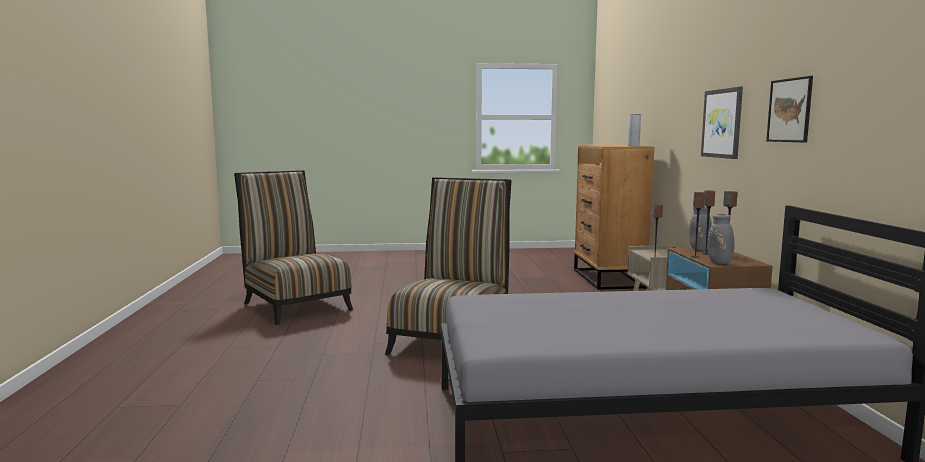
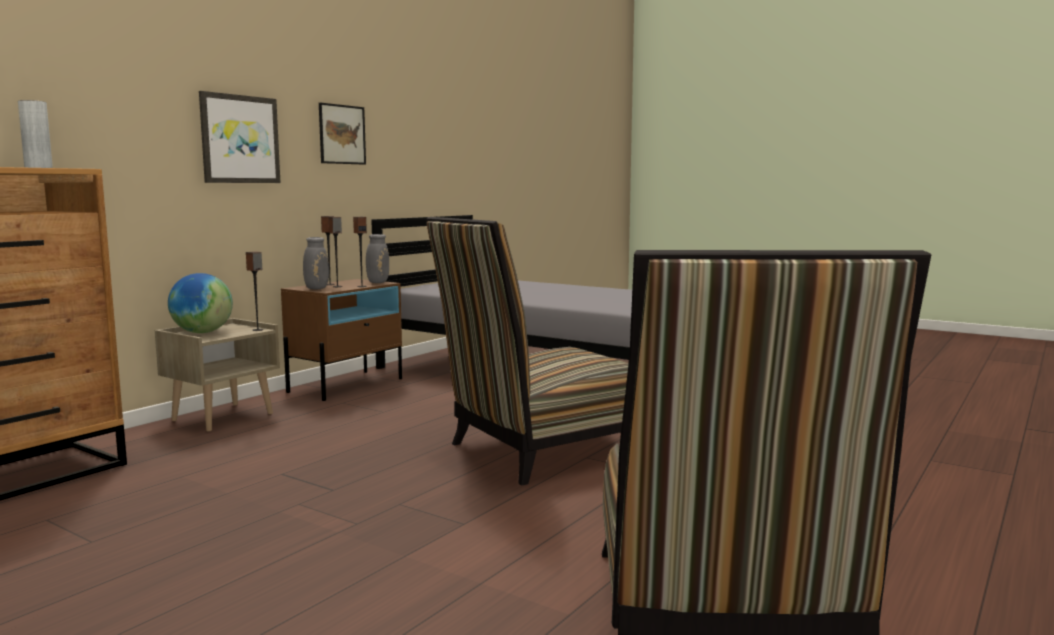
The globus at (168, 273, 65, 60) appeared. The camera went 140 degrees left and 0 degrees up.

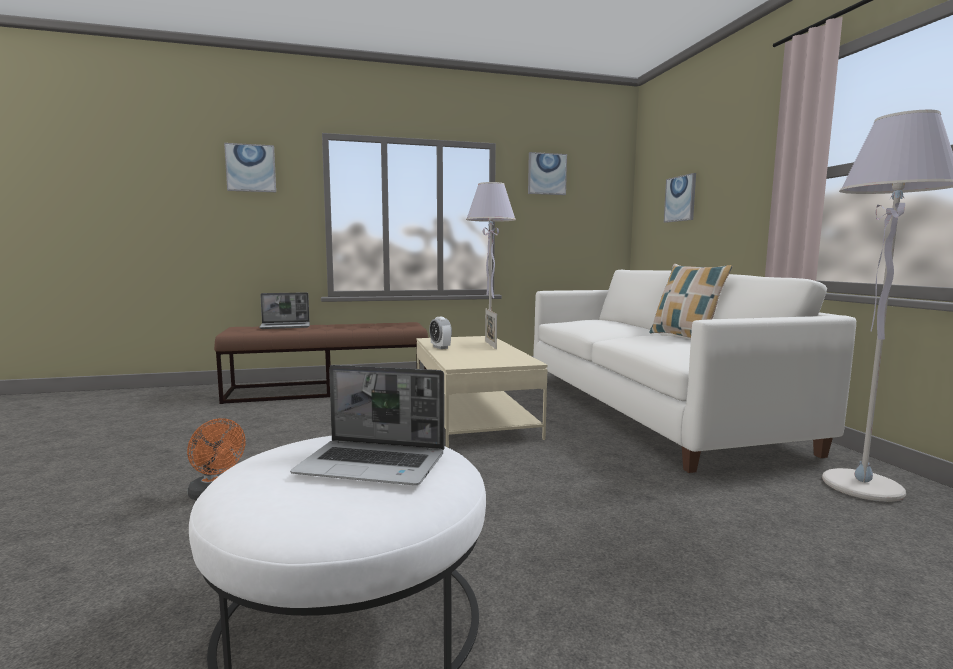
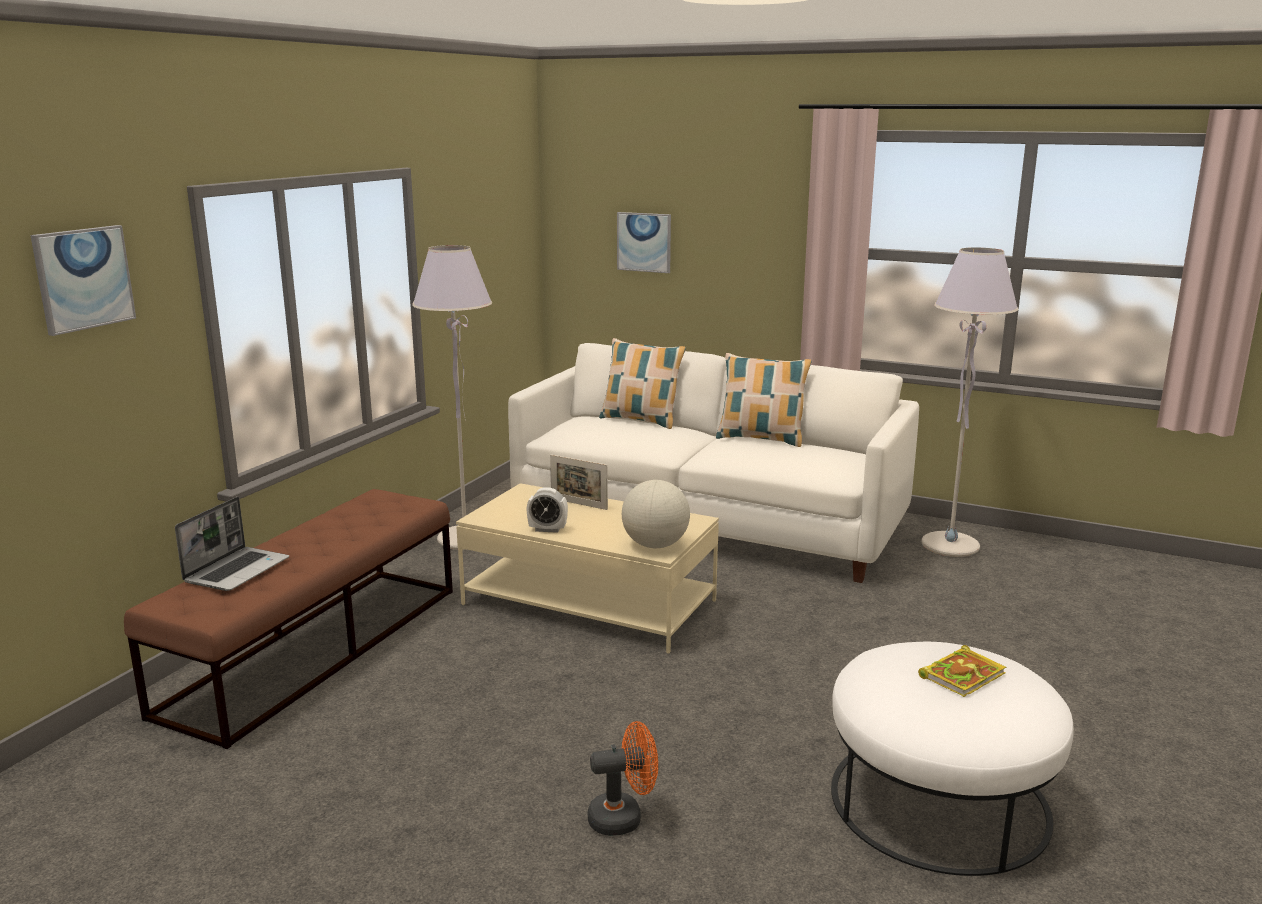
The obraz at (528, 152, 39, 43) disappeared. The poduszka at (599, 338, 87, 91) appeared. The globus at (622, 480, 68, 68) appeared. The laptop at (290, 365, 154, 120) was replaced by the książka at (918, 645, 89, 52). The camera went 50 degrees left and 10 degrees up.

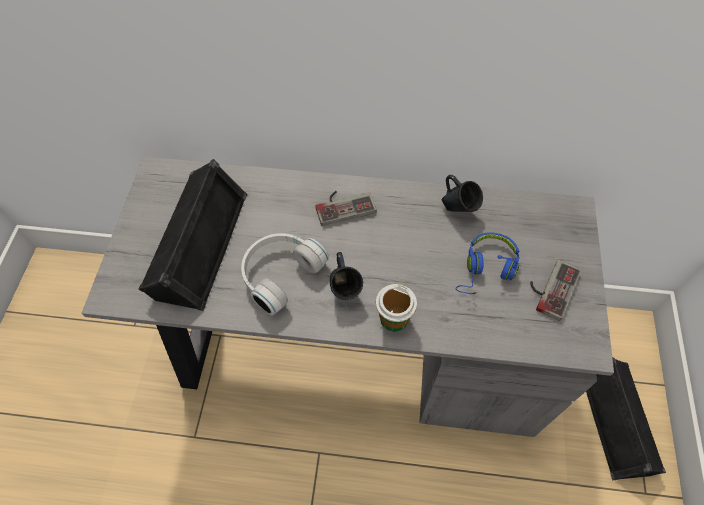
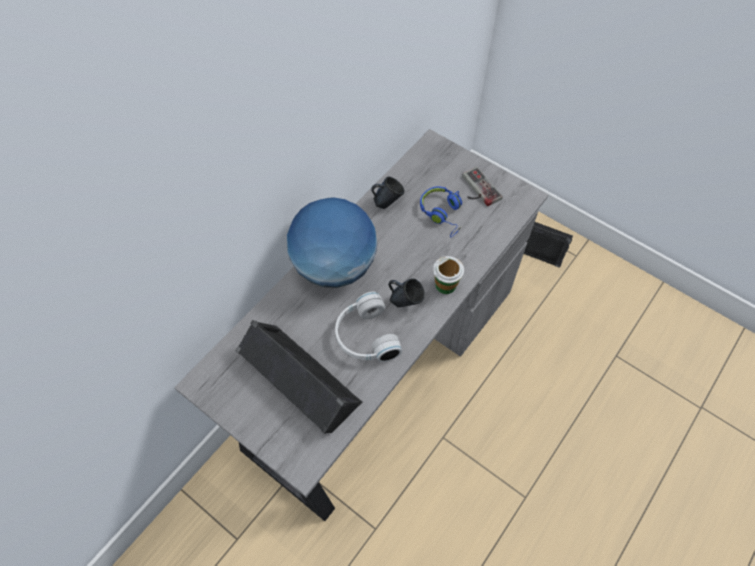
The pad do gier at (316, 191, 61, 35) was replaced by the globus at (287, 197, 90, 91). The camera went 60 degrees left and 0 degrees up.

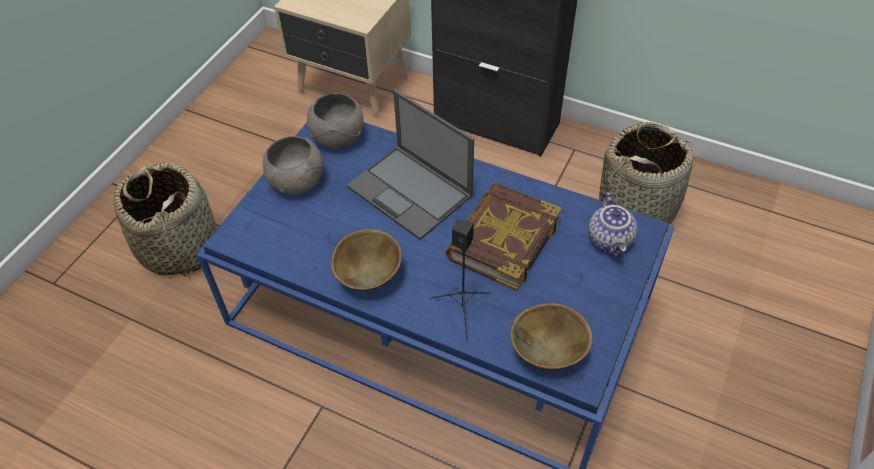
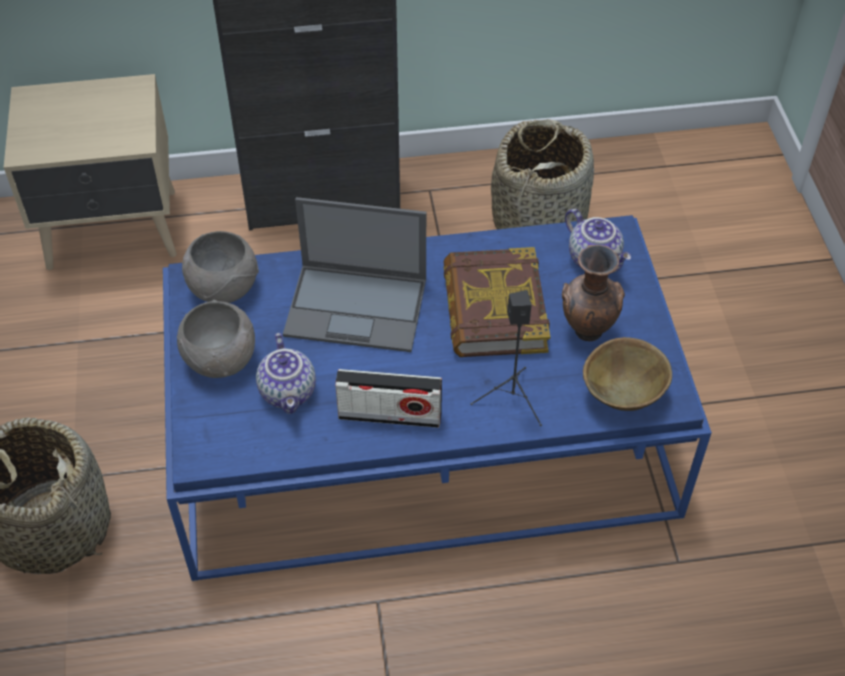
The imbryk at (256, 333, 60, 81) appeared. The wazon [brązowy] at (562, 245, 63, 96) appeared. The miska [brązowy] at (331, 229, 71, 62) was replaced by the radio at (335, 369, 107, 59). The camera went 35 degrees left and 0 degrees up.

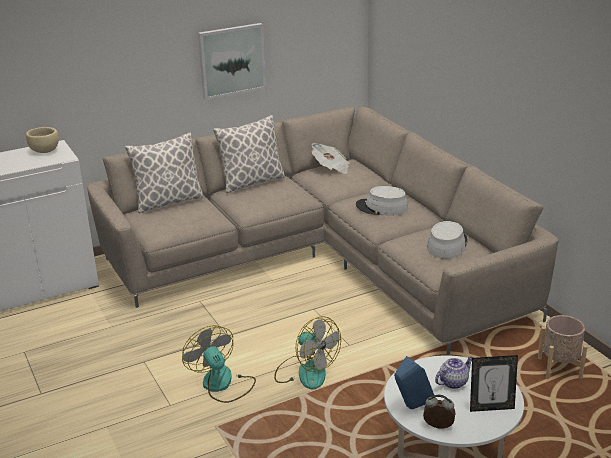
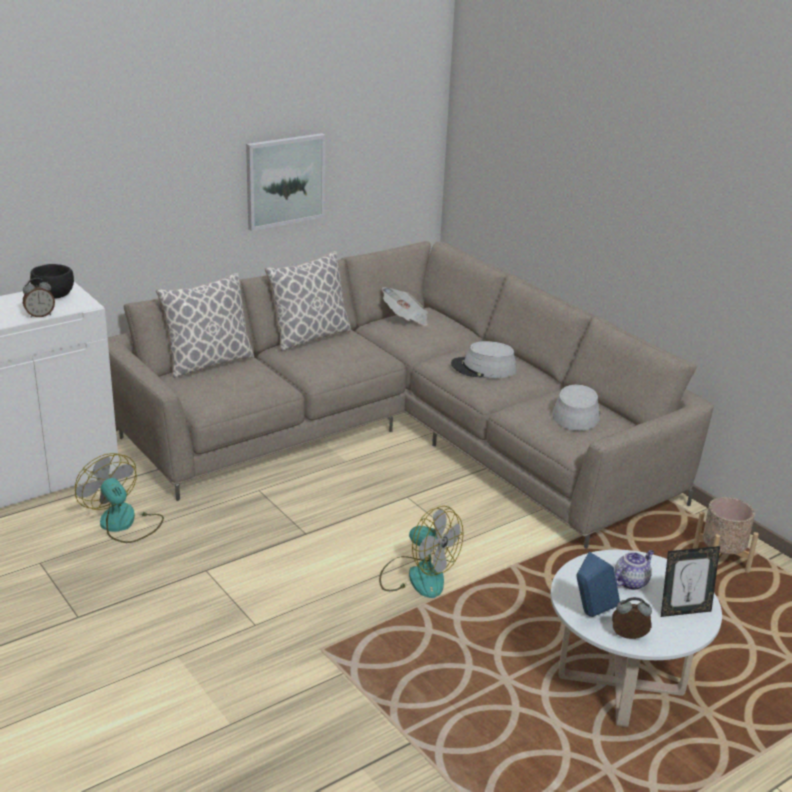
The budzik at (23, 278, 32, 40) appeared. The wentylator moved from (182, 325, 74, 78) to (75, 453, 89, 90). The miska [beżowy] at (26, 127, 33, 26) became the miska [czarny] at (30, 264, 44, 35). The camera went 10 degrees left and 0 degrees up.

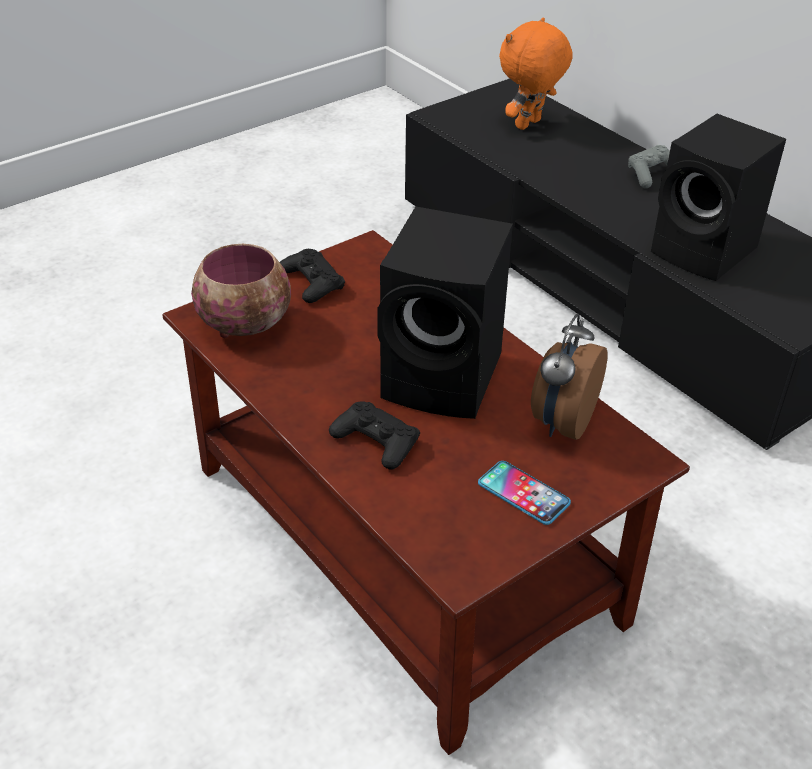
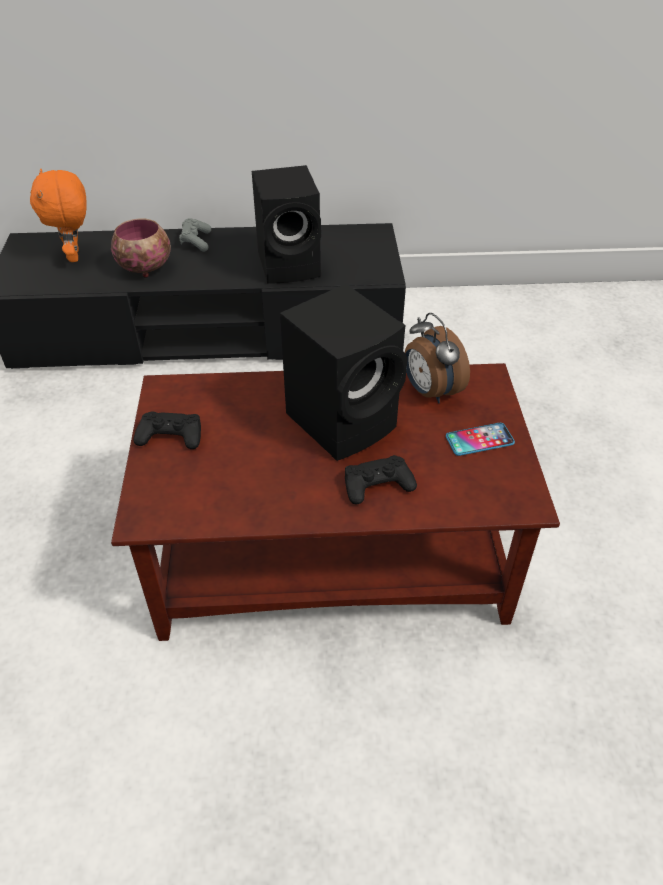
The miska moved from (191, 244, 100, 94) to (111, 218, 60, 60). The camera went 55 degrees left and 5 degrees up.

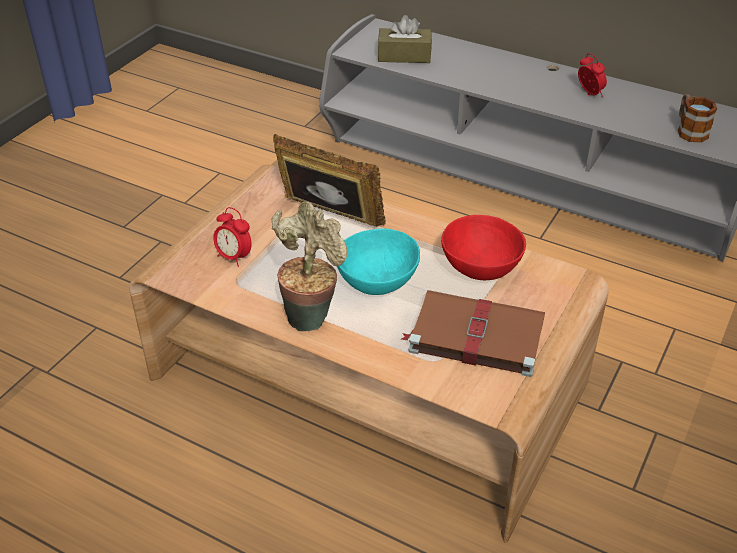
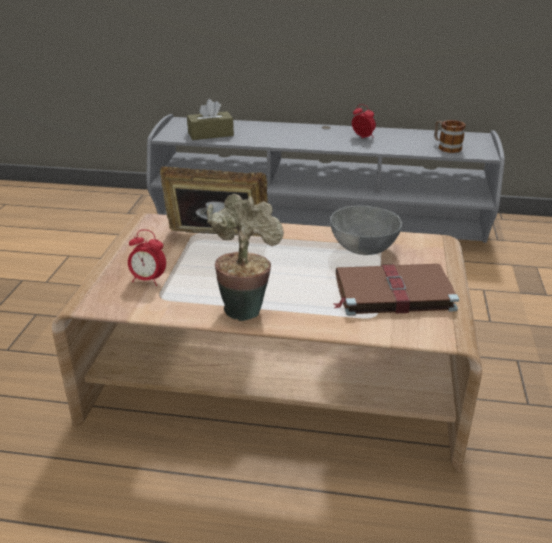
The miska [turkusowy] at (337, 229, 83, 66) disappeared. The miska [czerwony] at (441, 215, 85, 65) became the miska [szary] at (330, 206, 72, 49). The camera went 20 degrees left and 10 degrees down.

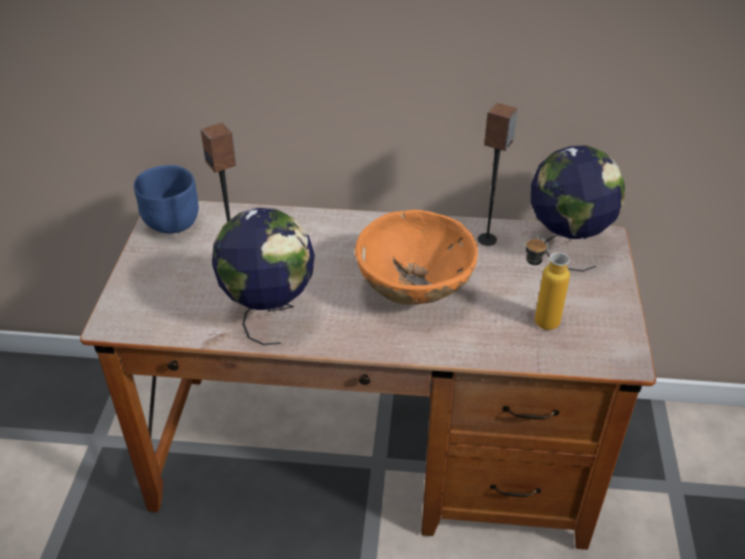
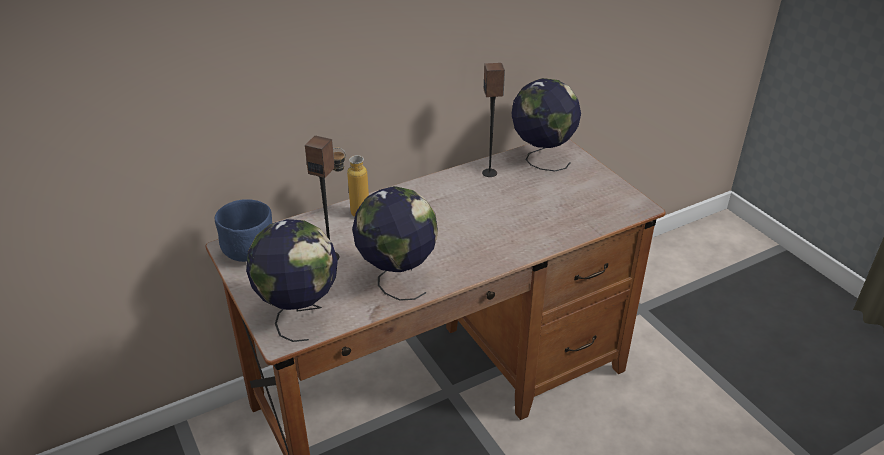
The miska [pomarańczowy] at (355, 210, 123, 95) disappeared. The globus at (246, 219, 92, 123) appeared. The butelka moved from (525, 235, 45, 95) to (333, 148, 36, 69). The camera went 35 degrees left and 5 degrees down.

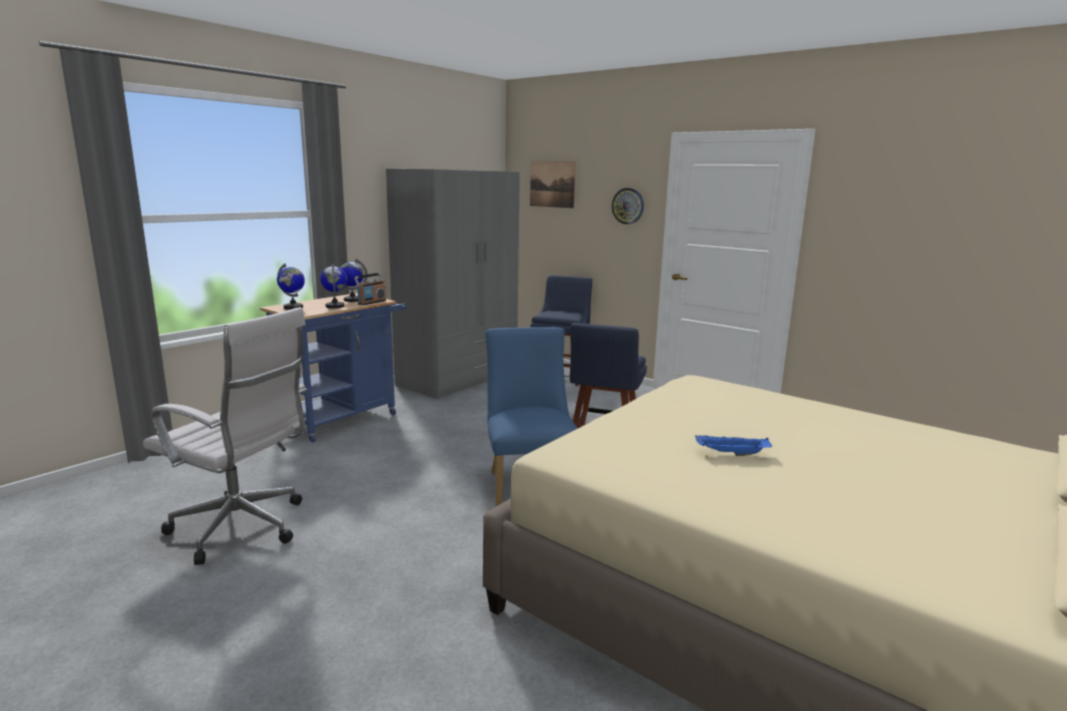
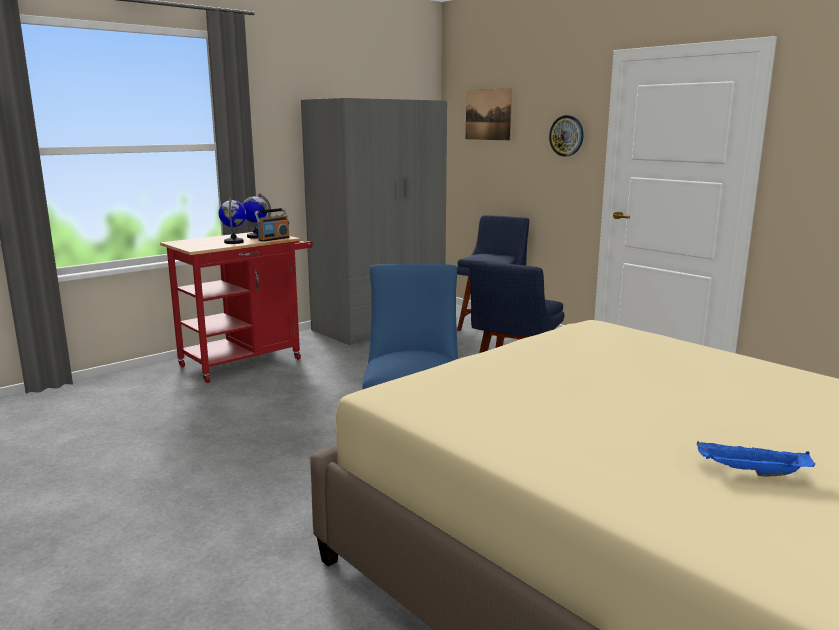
The krzesło biurowe [biały] at (143, 307, 164, 258) disappeared. The globus at (277, 263, 28, 47) disappeared. The taca [niebieski] moved from (695, 435, 77, 21) to (697, 442, 118, 35). The wózek [niebieski] at (260, 293, 146, 150) became the wózek [czerwony] at (160, 232, 153, 151). The camera went 10 degrees right and 0 degrees up.

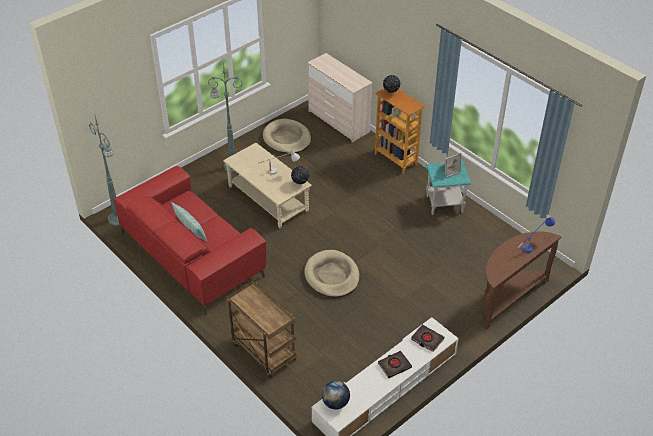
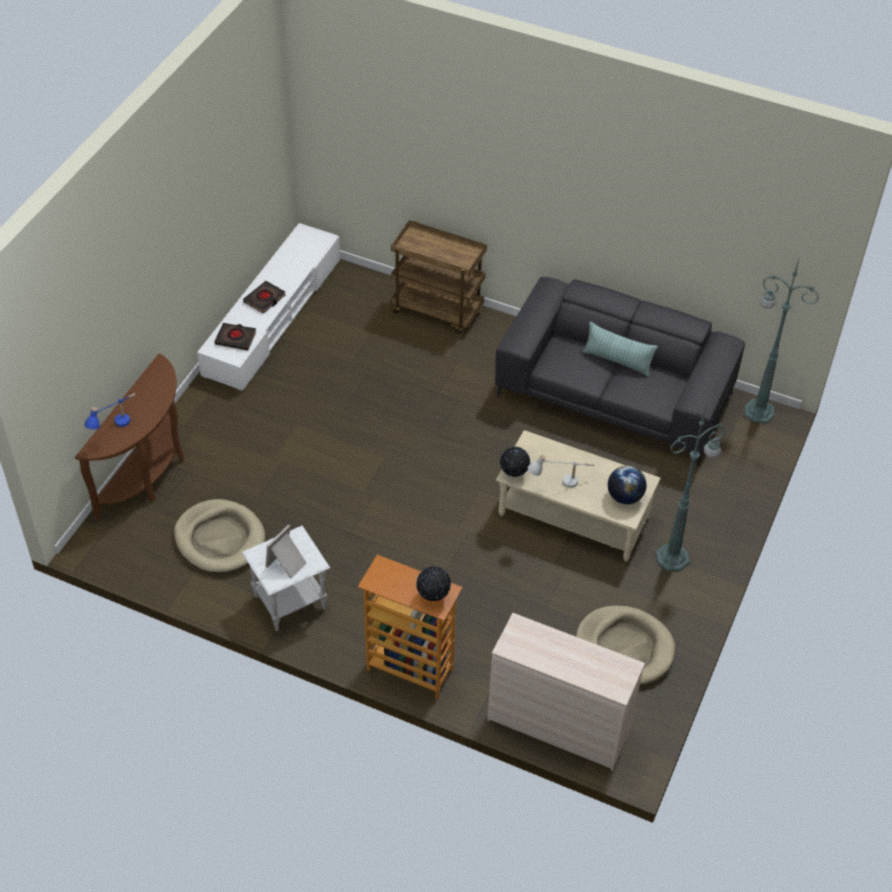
The legowisko [beżowy] moved from (304, 250, 56, 47) to (174, 499, 91, 74). The globus moved from (322, 381, 28, 29) to (608, 466, 39, 38). The kanapa [czerwony] at (114, 166, 152, 149) became the kanapa [szary] at (495, 277, 250, 189). The stolik [turkusowy] at (426, 161, 45, 54) became the stolik [biały] at (242, 526, 88, 105). The camera went 155 degrees right and 5 degrees up.

